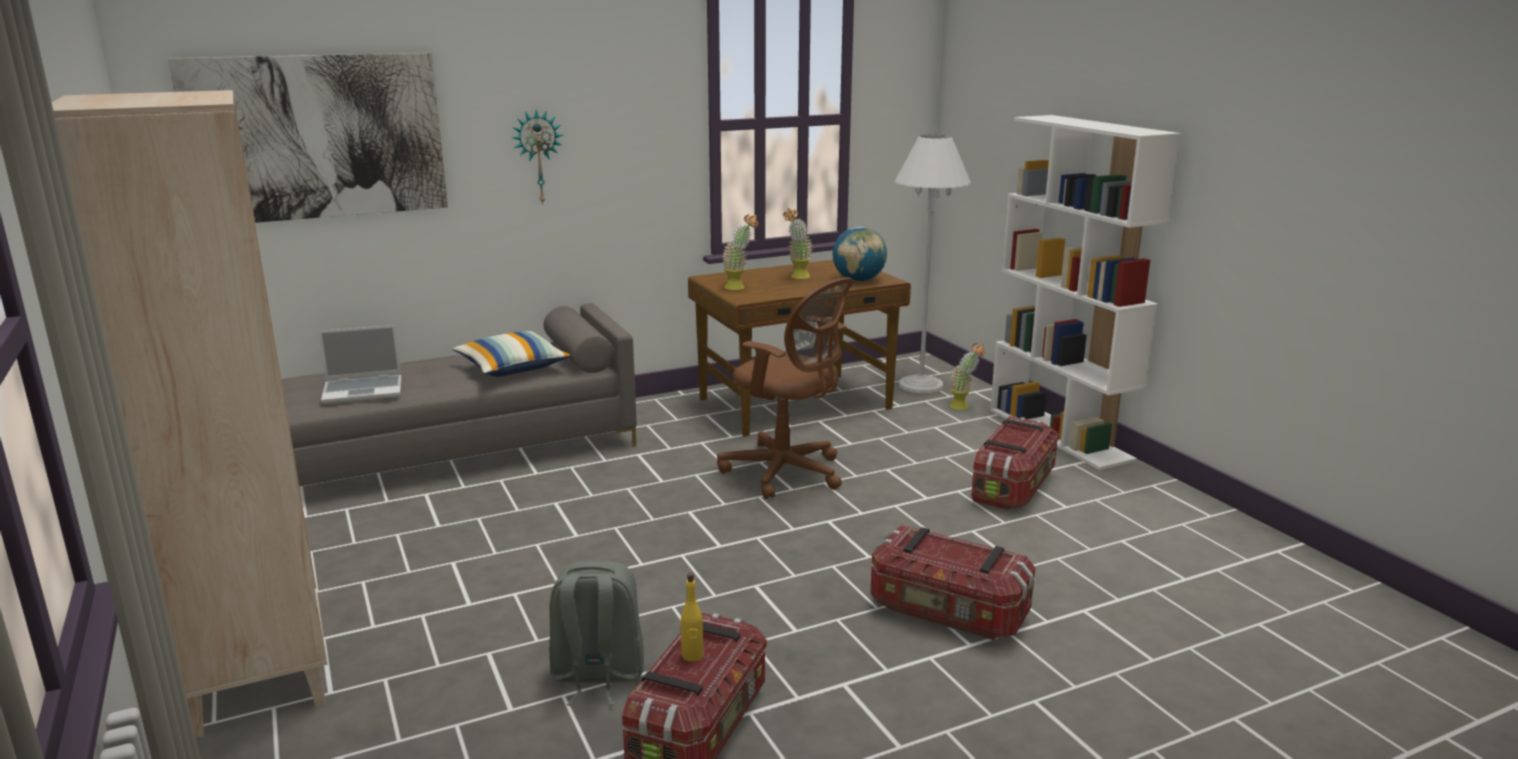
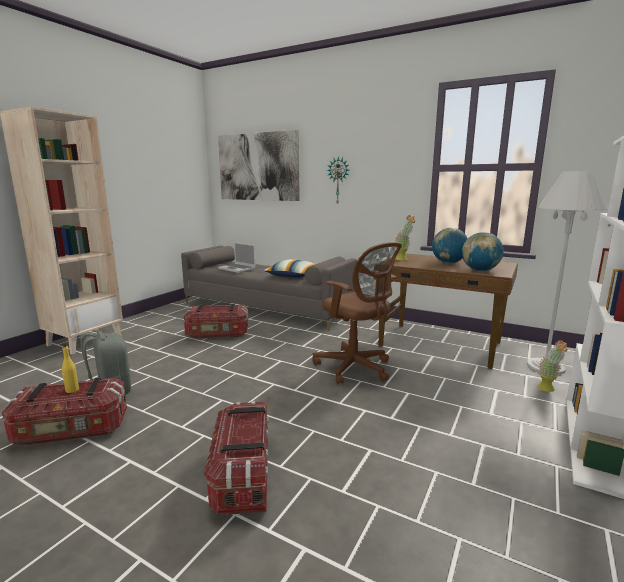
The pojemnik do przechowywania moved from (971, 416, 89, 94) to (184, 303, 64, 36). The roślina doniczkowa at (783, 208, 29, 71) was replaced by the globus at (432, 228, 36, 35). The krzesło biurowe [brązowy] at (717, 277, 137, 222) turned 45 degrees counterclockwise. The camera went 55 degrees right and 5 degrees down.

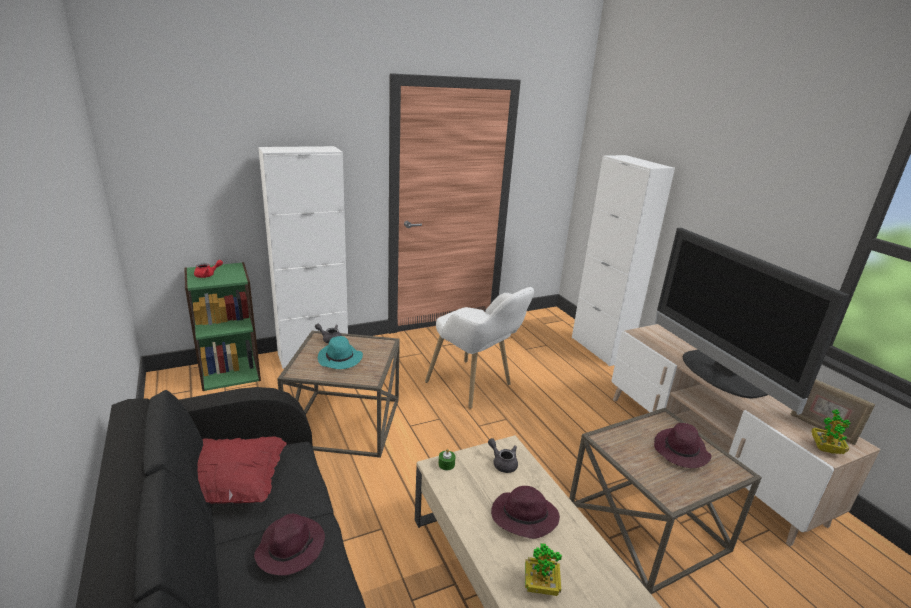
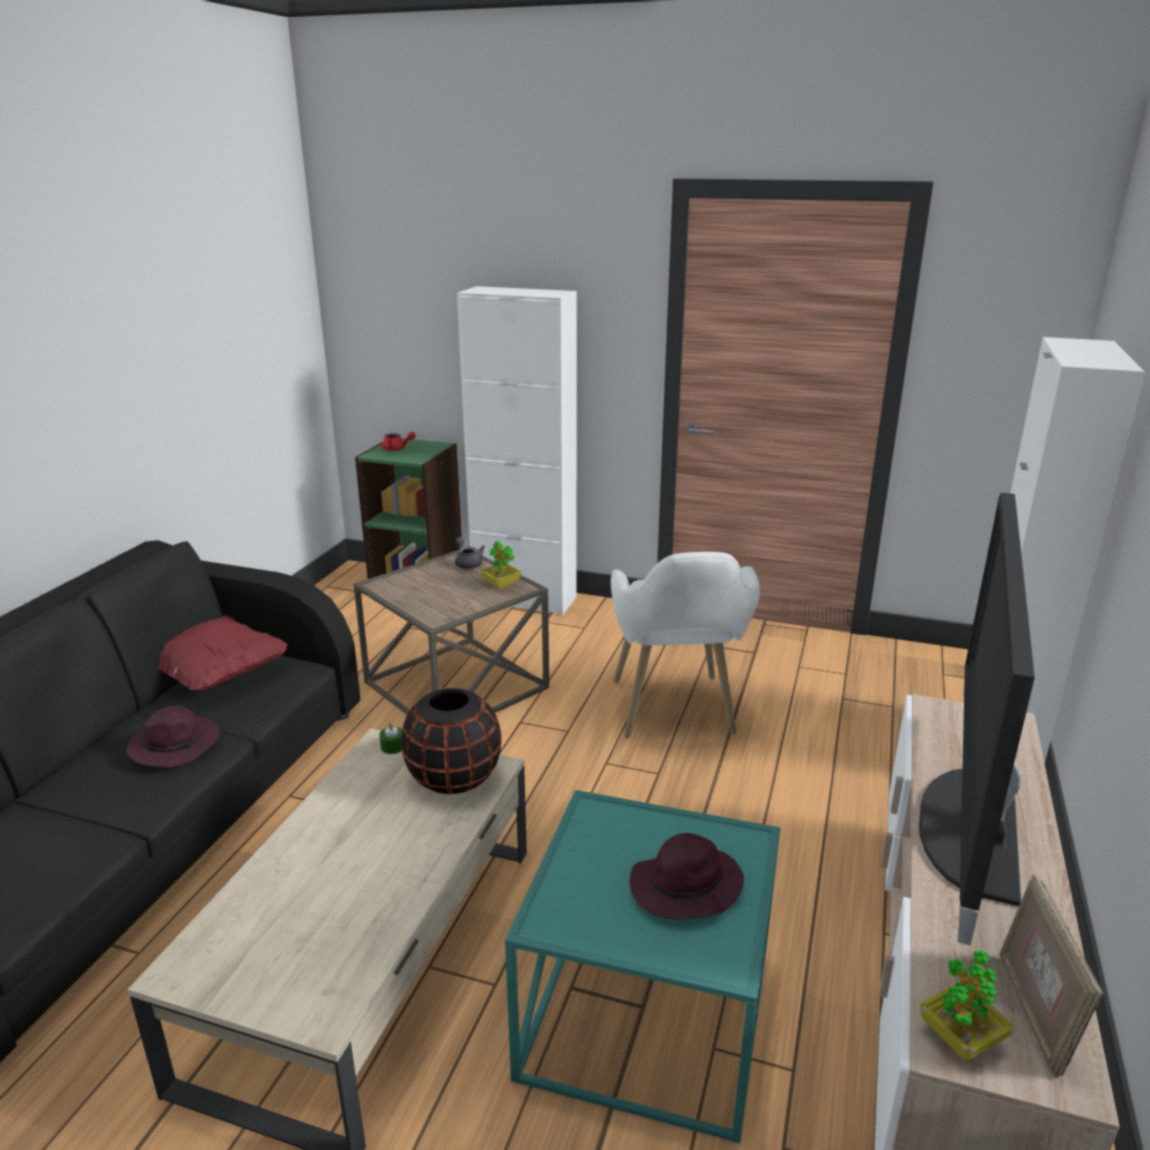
The kapelusz [turkusowy] at (318, 336, 45, 33) disappeared. The kapelusz [fioletowy] at (491, 486, 69, 53) disappeared. The roślina doniczkowa moved from (525, 543, 37, 53) to (481, 540, 40, 49). The imbryk [szary] at (488, 438, 30, 35) was replaced by the wazon [czarny] at (401, 688, 101, 106). The stolik [brązowy] at (569, 408, 193, 186) became the stolik [turkusowy] at (505, 790, 275, 353). The camera went 45 degrees right and 0 degrees up.

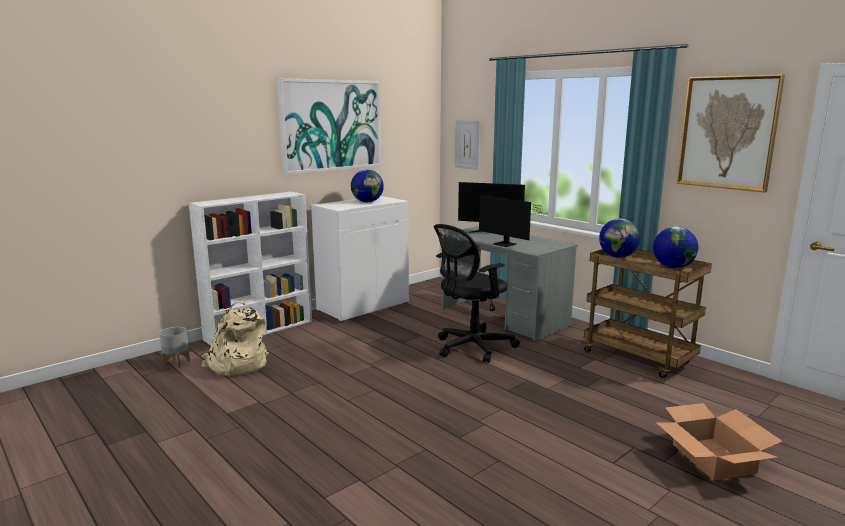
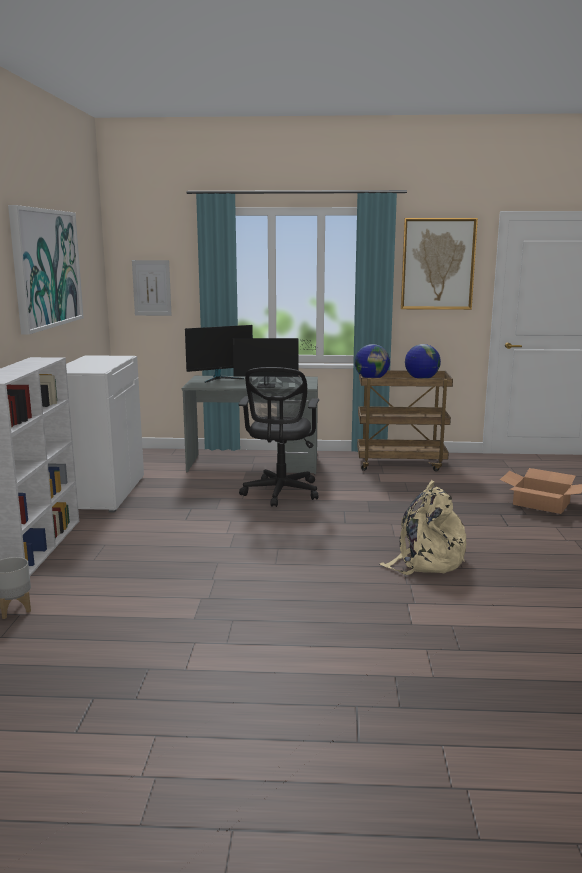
The globus at (351, 169, 33, 33) disappeared. The plecak [beżowy] moved from (200, 301, 69, 75) to (380, 480, 86, 95). The camera went 45 degrees left and 0 degrees up.

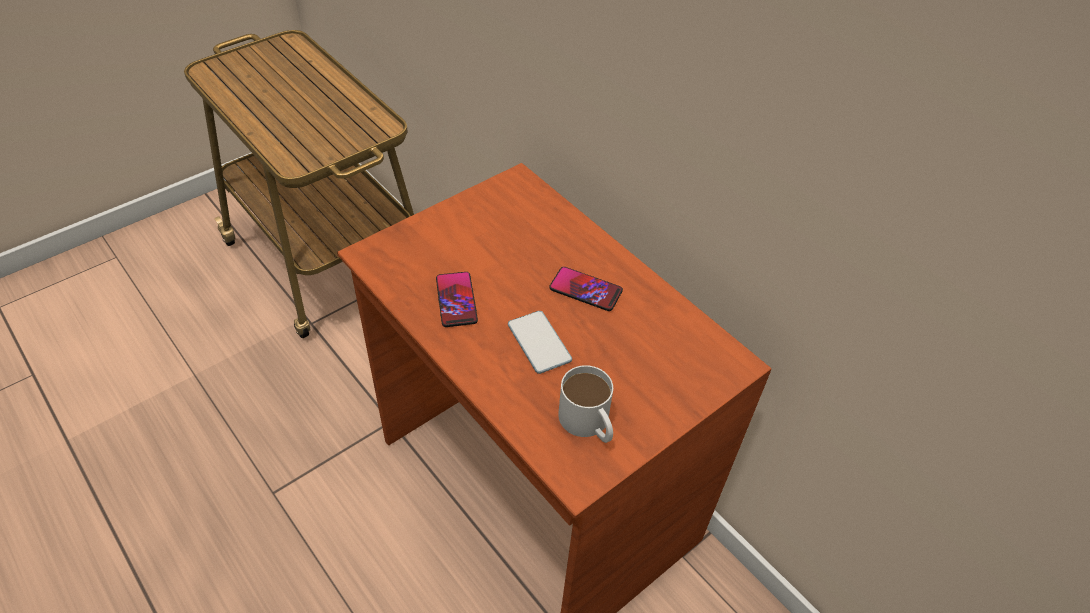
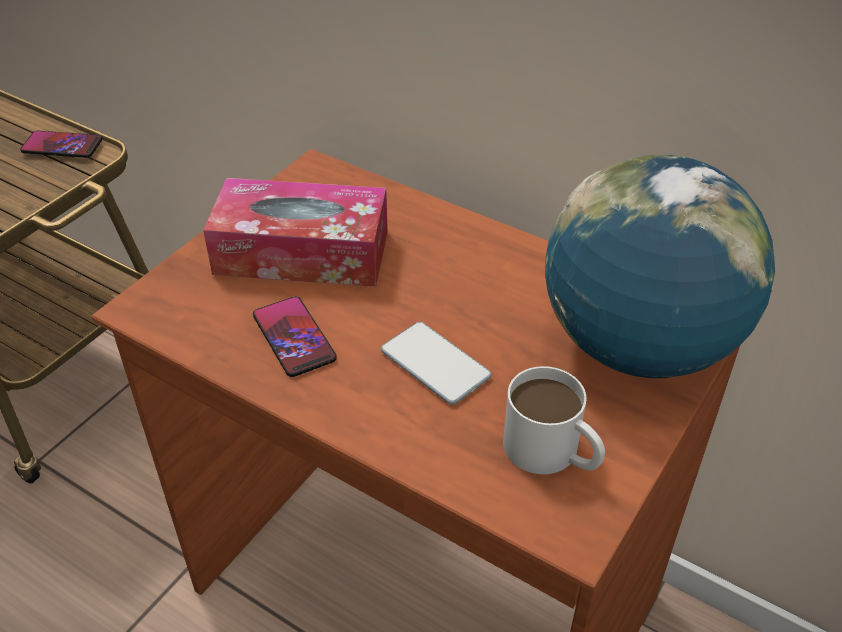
The pudełko chusteczek at (203, 178, 185, 109) appeared. The globus at (545, 154, 230, 224) appeared. The telefon moved from (549, 267, 74, 44) to (20, 131, 82, 27). The camera went 15 degrees left and 5 degrees down.

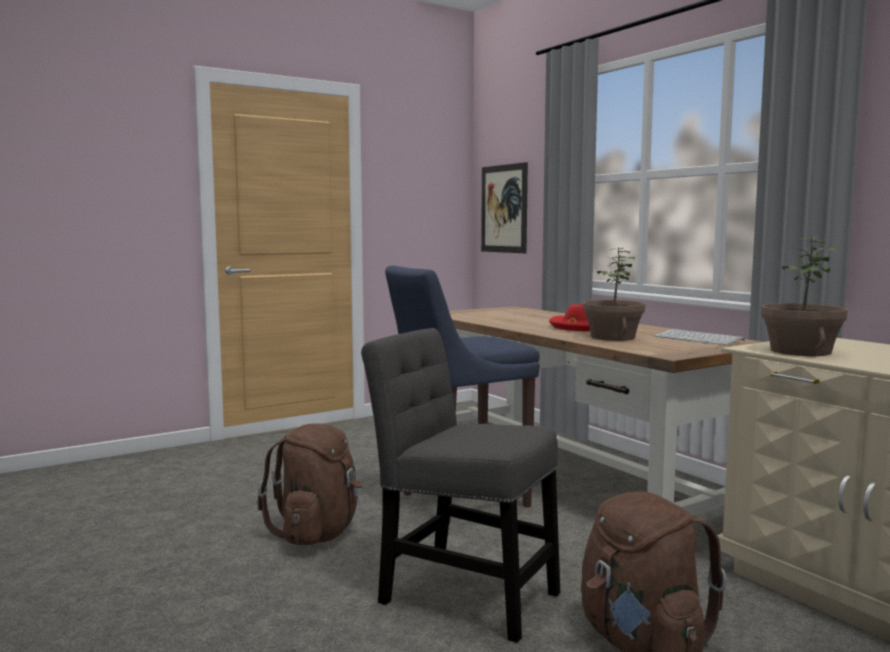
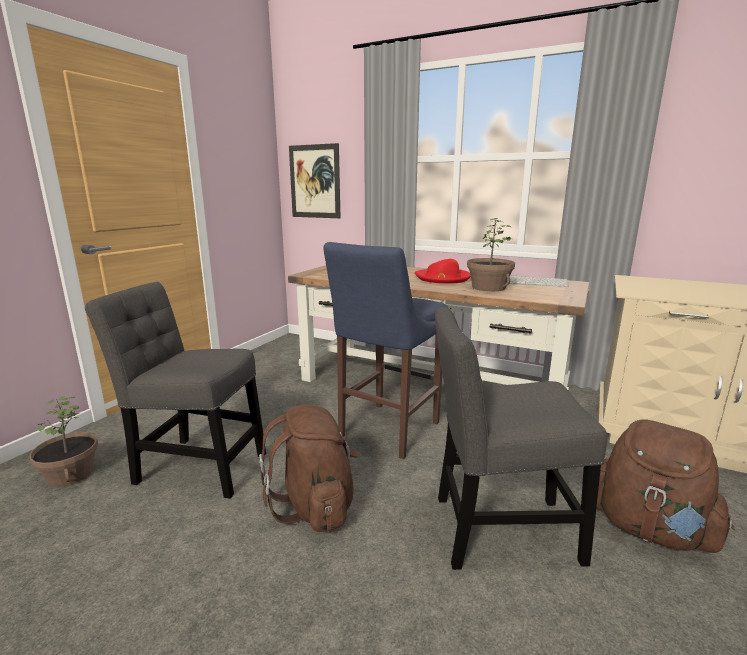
The krzesło [szary] at (85, 282, 181, 217) appeared. The roślina doniczkowa moved from (761, 235, 87, 121) to (29, 396, 69, 91). The camera went 30 degrees left and 10 degrees up.

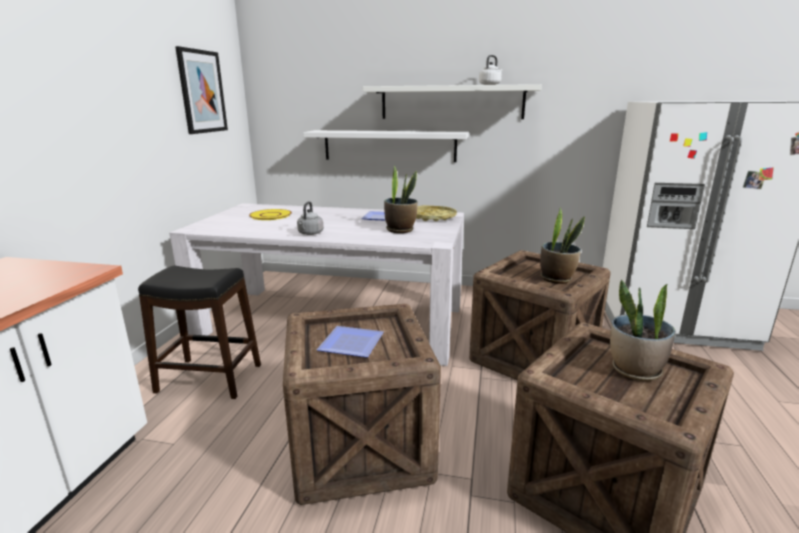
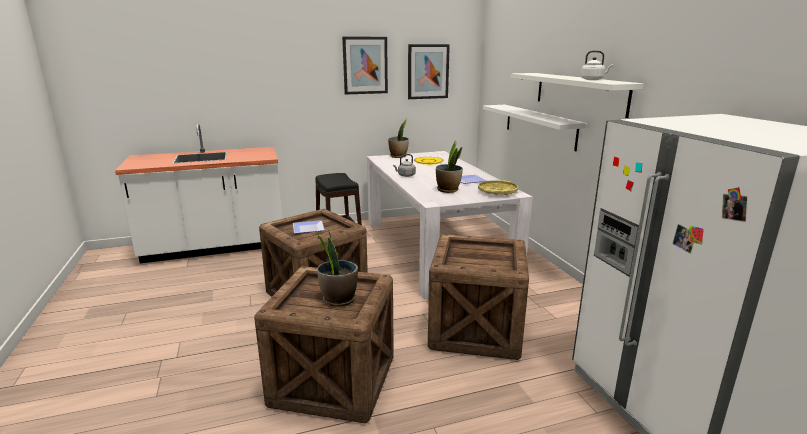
The obraz at (342, 37, 46, 58) appeared. The roślina doniczkowa moved from (540, 208, 45, 76) to (388, 118, 21, 40). The camera went 60 degrees right and 0 degrees up.

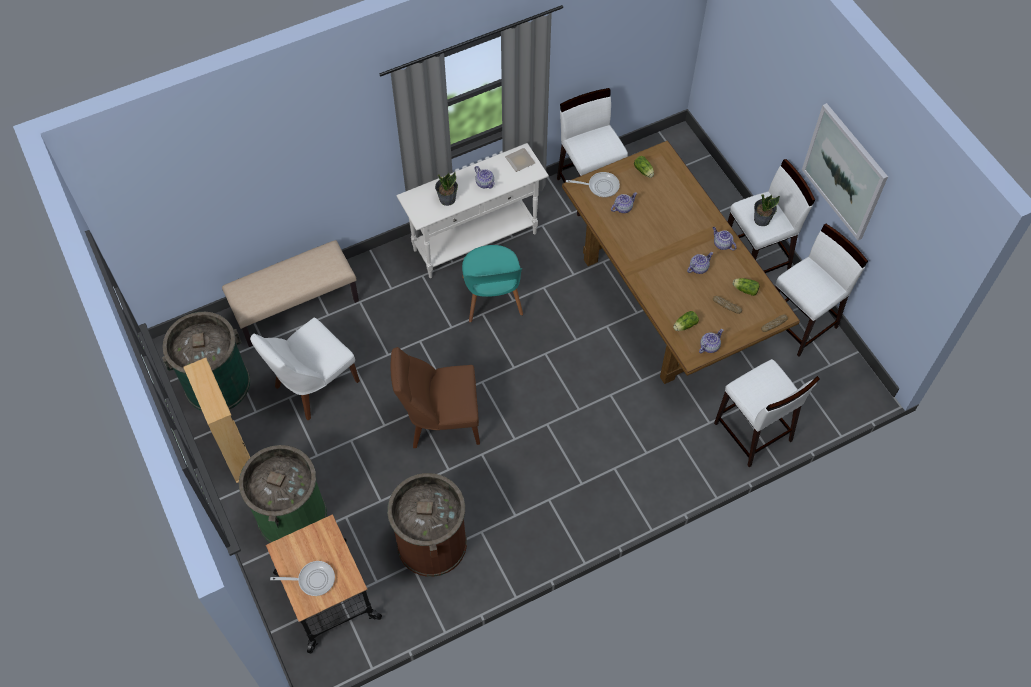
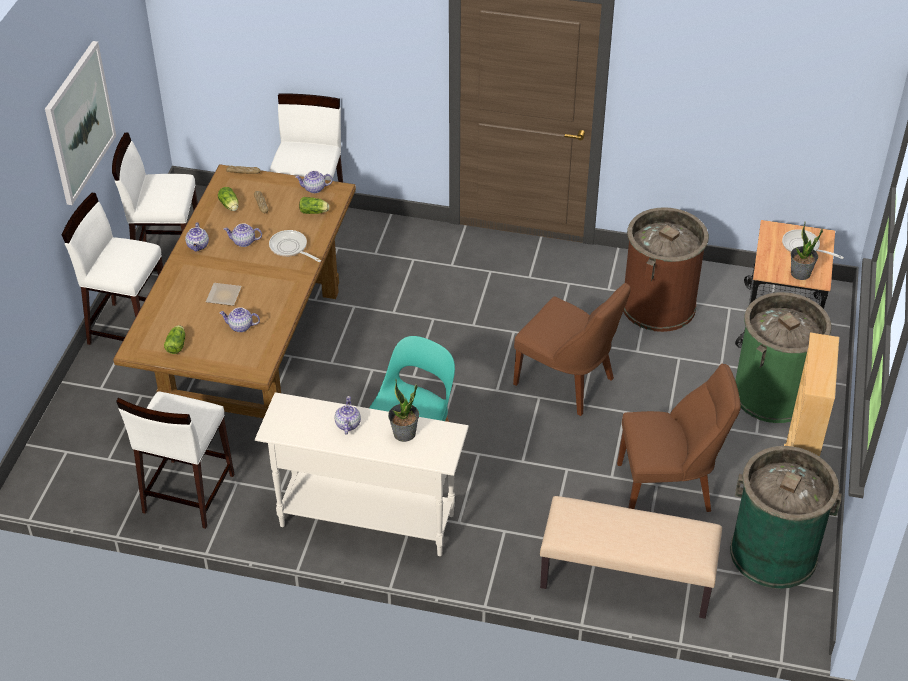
The talerz moved from (505, 148, 30, 24) to (206, 283, 36, 23). The patelnia moved from (566, 172, 54, 26) to (269, 230, 52, 32). The roślina doniczkowa moved from (754, 194, 26, 32) to (791, 222, 32, 58). The krzesło [biały] at (250, 318, 110, 102) became the krzesło [brązowy] at (617, 364, 124, 148). The camera went 140 degrees left and 15 degrees down.

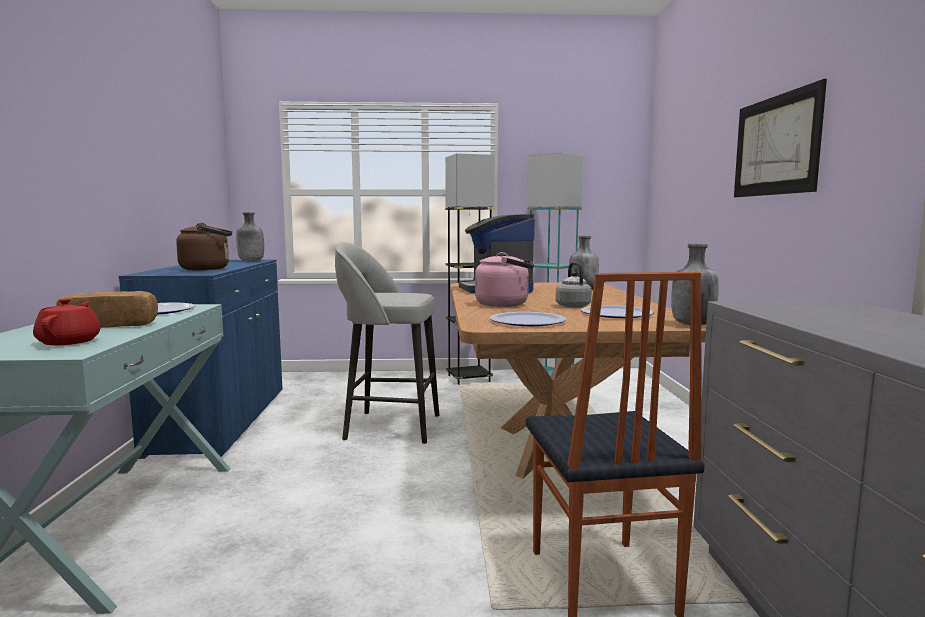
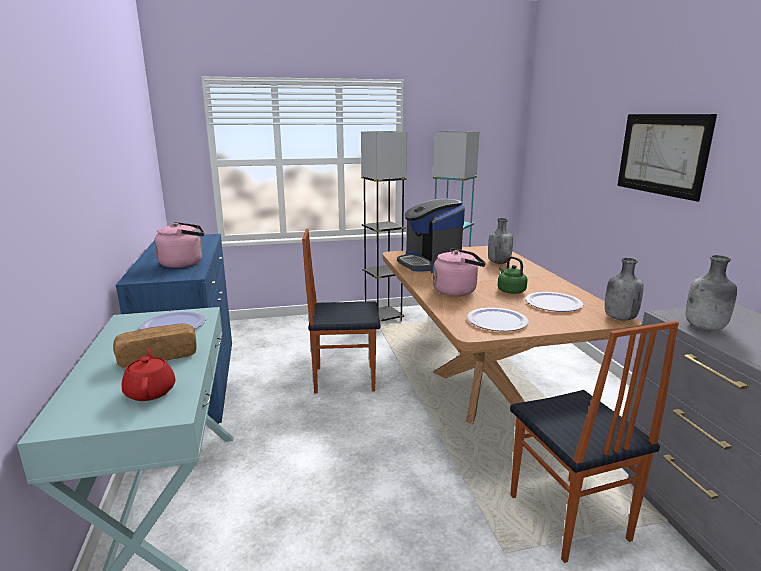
The butelka [szary] moved from (236, 212, 28, 50) to (686, 255, 51, 75). The stołek [szary] at (335, 242, 104, 202) was replaced by the krzesło at (302, 229, 78, 164). The czajnik [brązowy] at (176, 223, 56, 47) became the czajnik [różowy] at (154, 222, 50, 46). The czajnik [szary] at (555, 262, 37, 46) became the czajnik [zielony] at (498, 257, 30, 37). The camera went 10 degrees left and 10 degrees up.

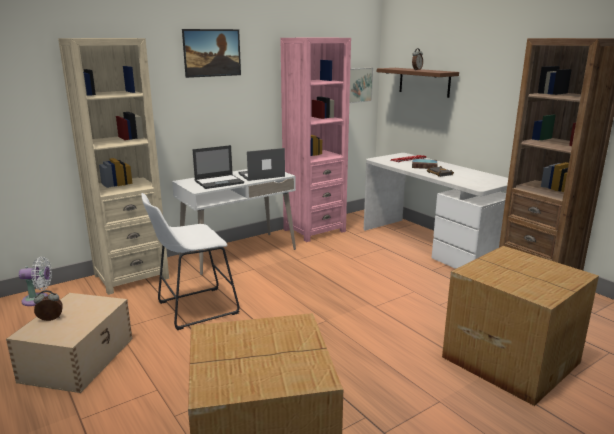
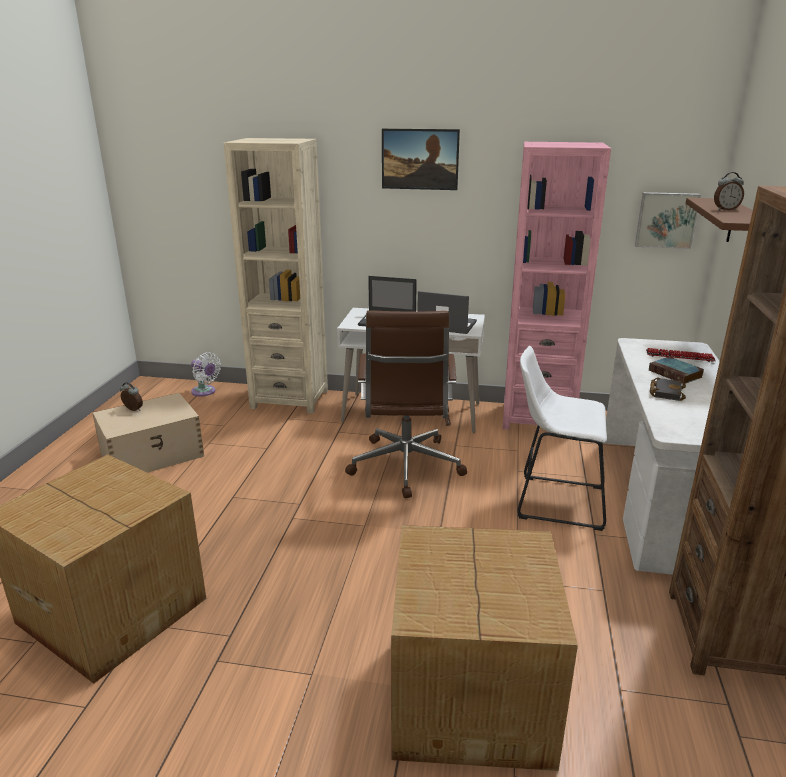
The krzesło biurowe [brązowy] at (345, 310, 122, 188) appeared. The stołek [biały] moved from (142, 193, 97, 137) to (517, 346, 90, 185). The camera went 45 degrees right and 5 degrees up.

